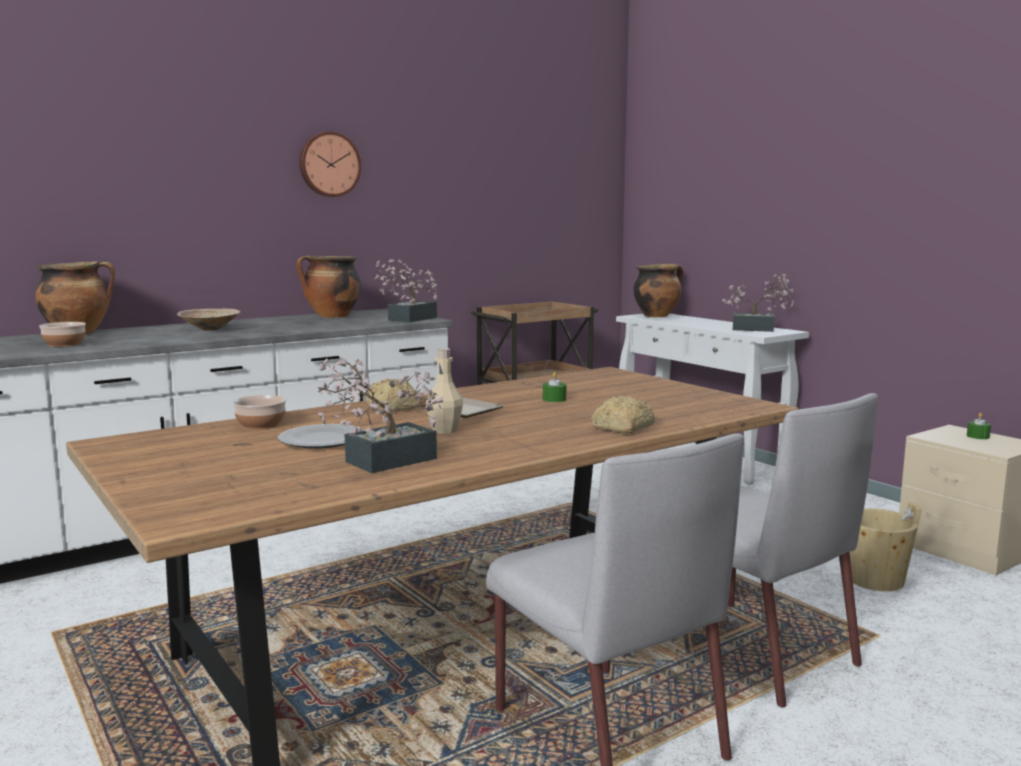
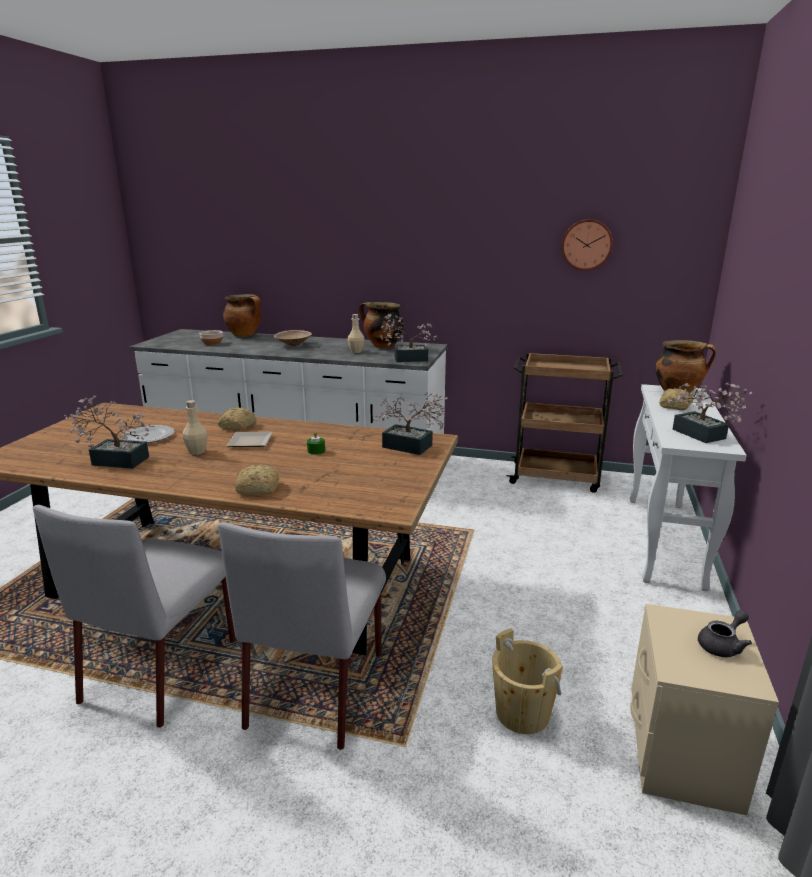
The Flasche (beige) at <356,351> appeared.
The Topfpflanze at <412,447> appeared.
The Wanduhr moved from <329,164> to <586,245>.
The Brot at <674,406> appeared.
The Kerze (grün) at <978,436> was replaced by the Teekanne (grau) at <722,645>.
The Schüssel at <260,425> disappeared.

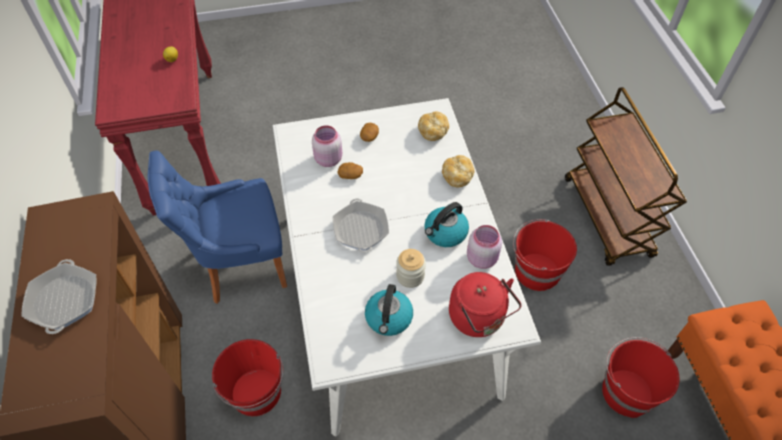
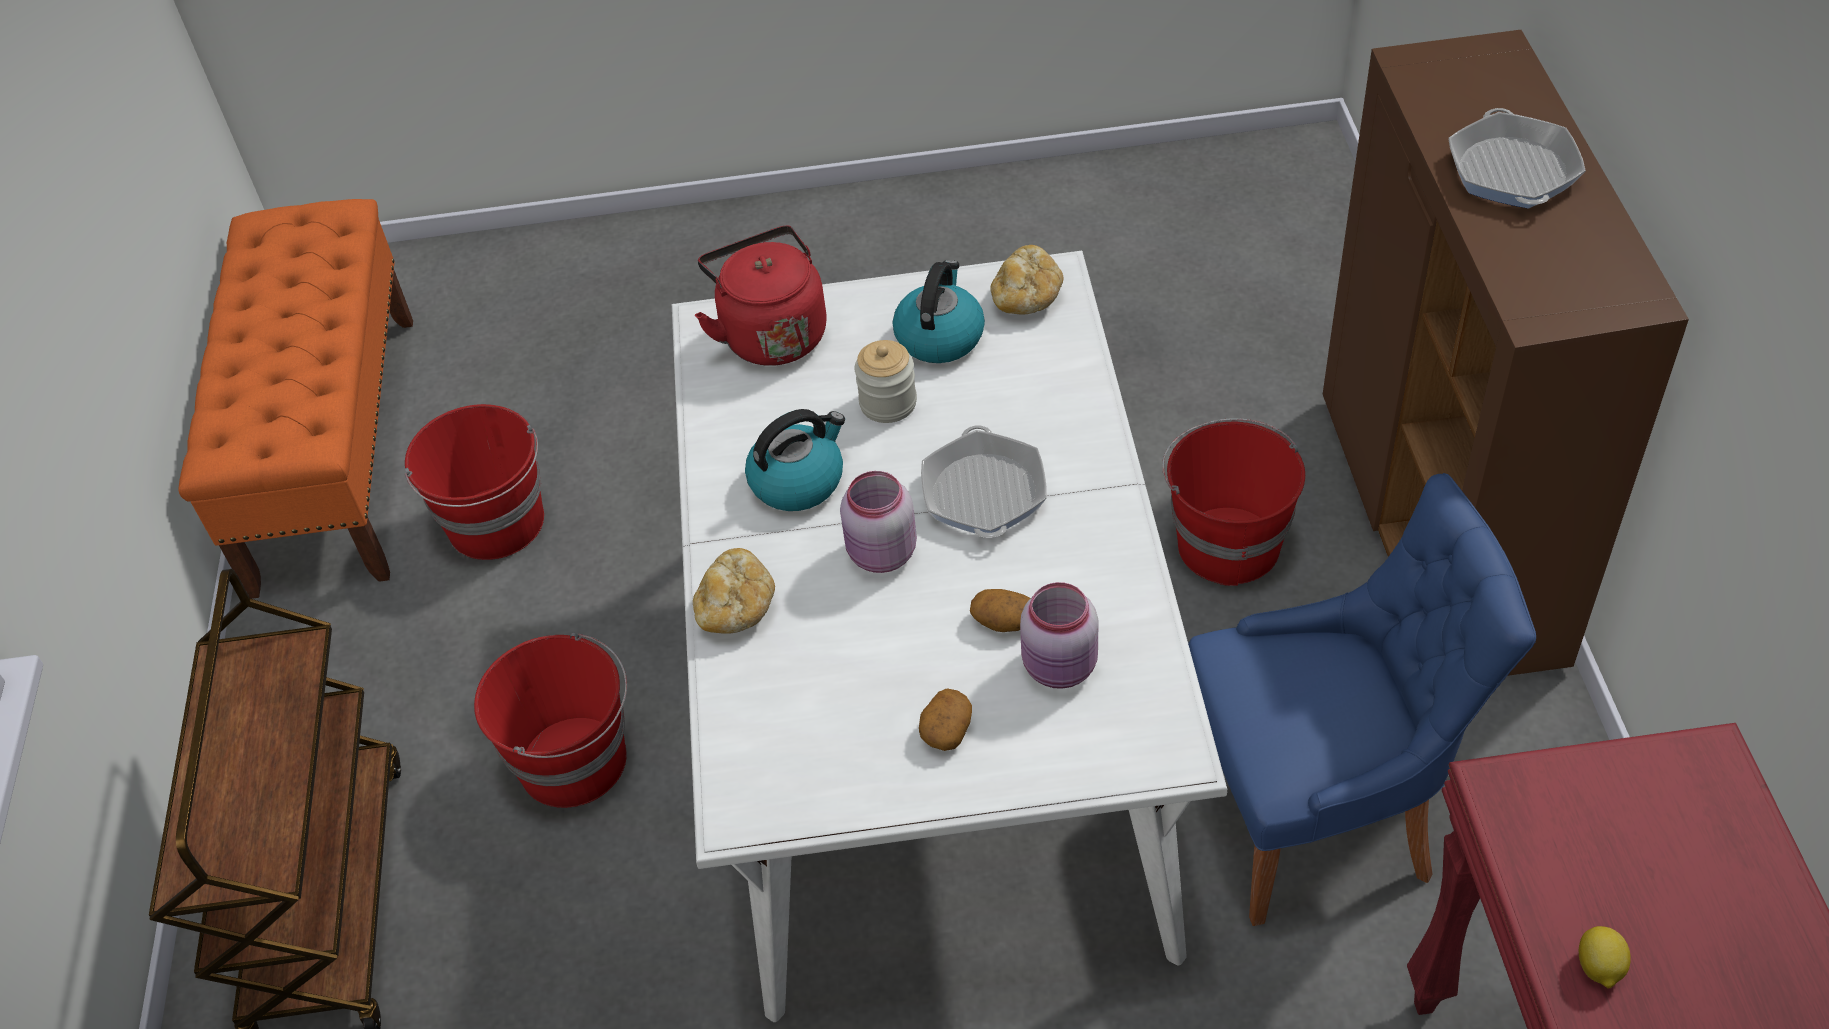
The Vorratsglas (rosa) moved from <482,258> to <881,555>.
The Brot moved from <433,131> to <1026,298>.

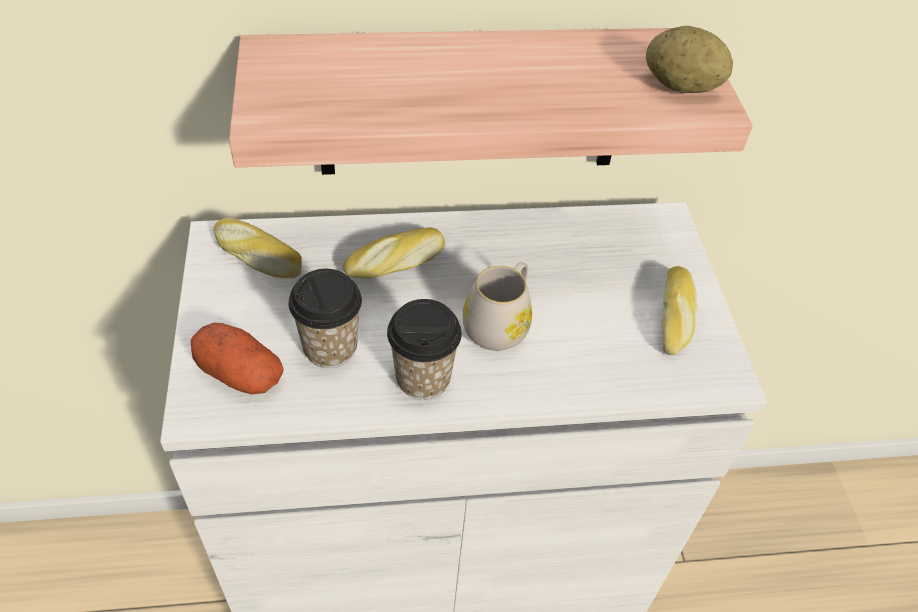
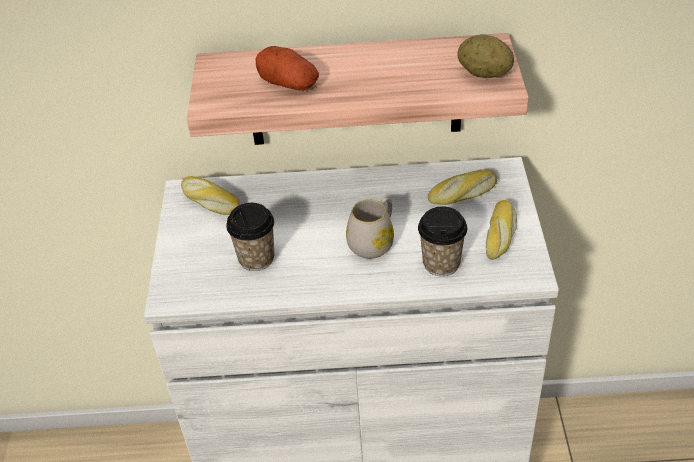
The Kartoffel moved from <240,373> to <288,83>.
The Tasse moved from <423,378> to <441,263>.
The Brot moved from <396,263> to <463,194>.

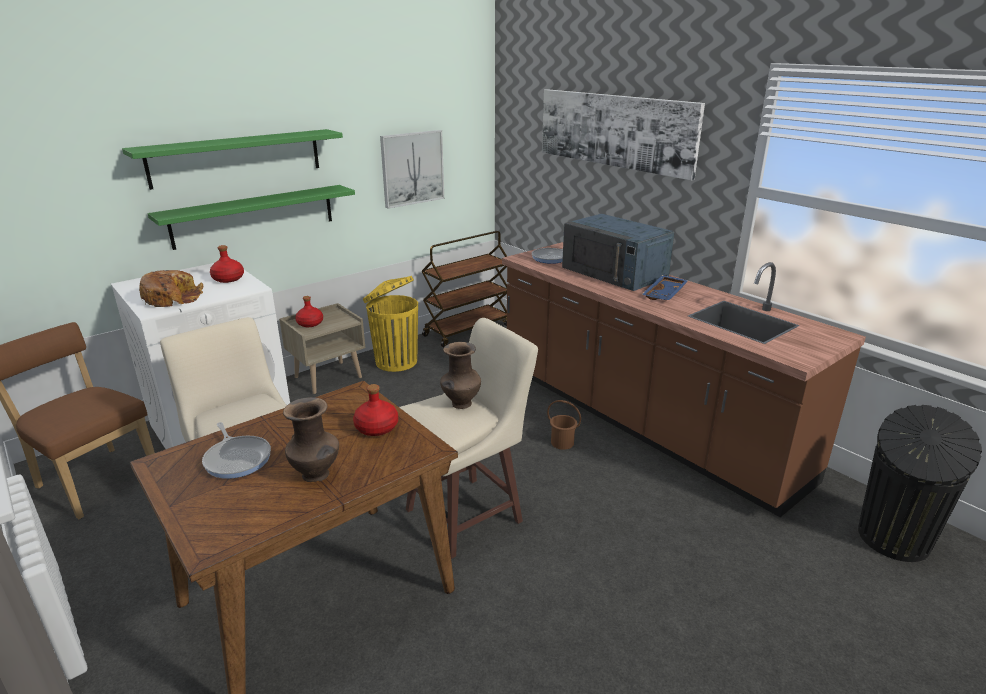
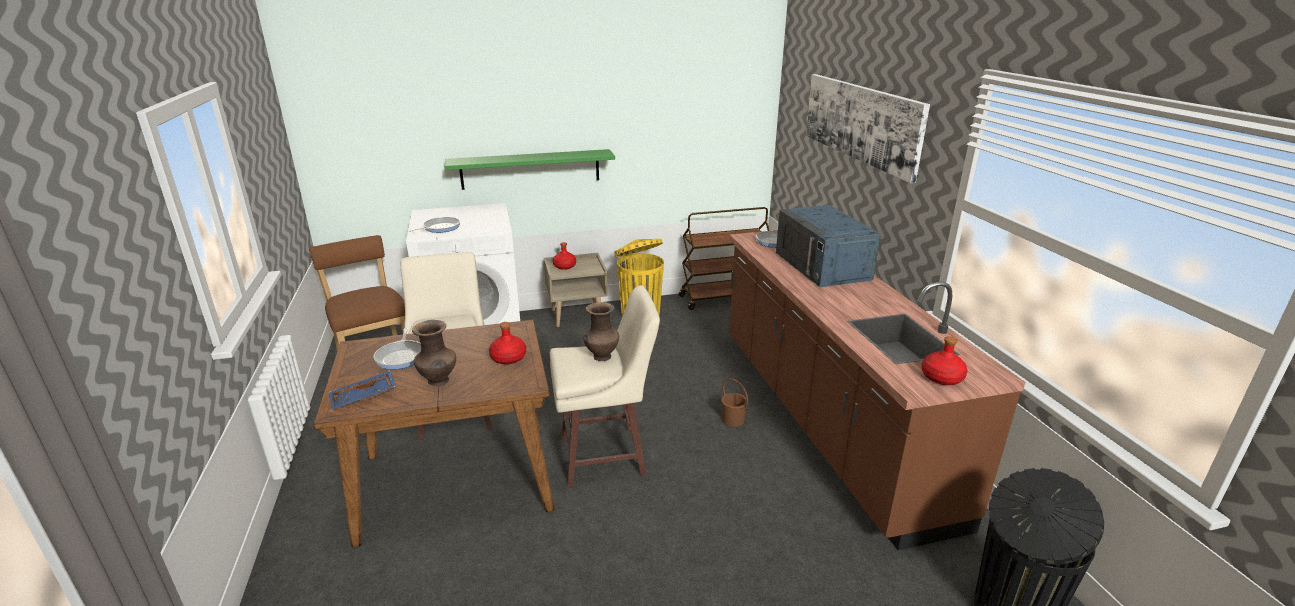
The Tablett (blau) moved from <665,294> to <364,397>.
The Brot at <172,298> was replaced by the Pfanne at <439,228>.
The Flasche (rot) moved from <228,279> to <941,377>.
The Wandregal (grün) at <237,158> disappeared.
The Bild at <412,168> disappeared.

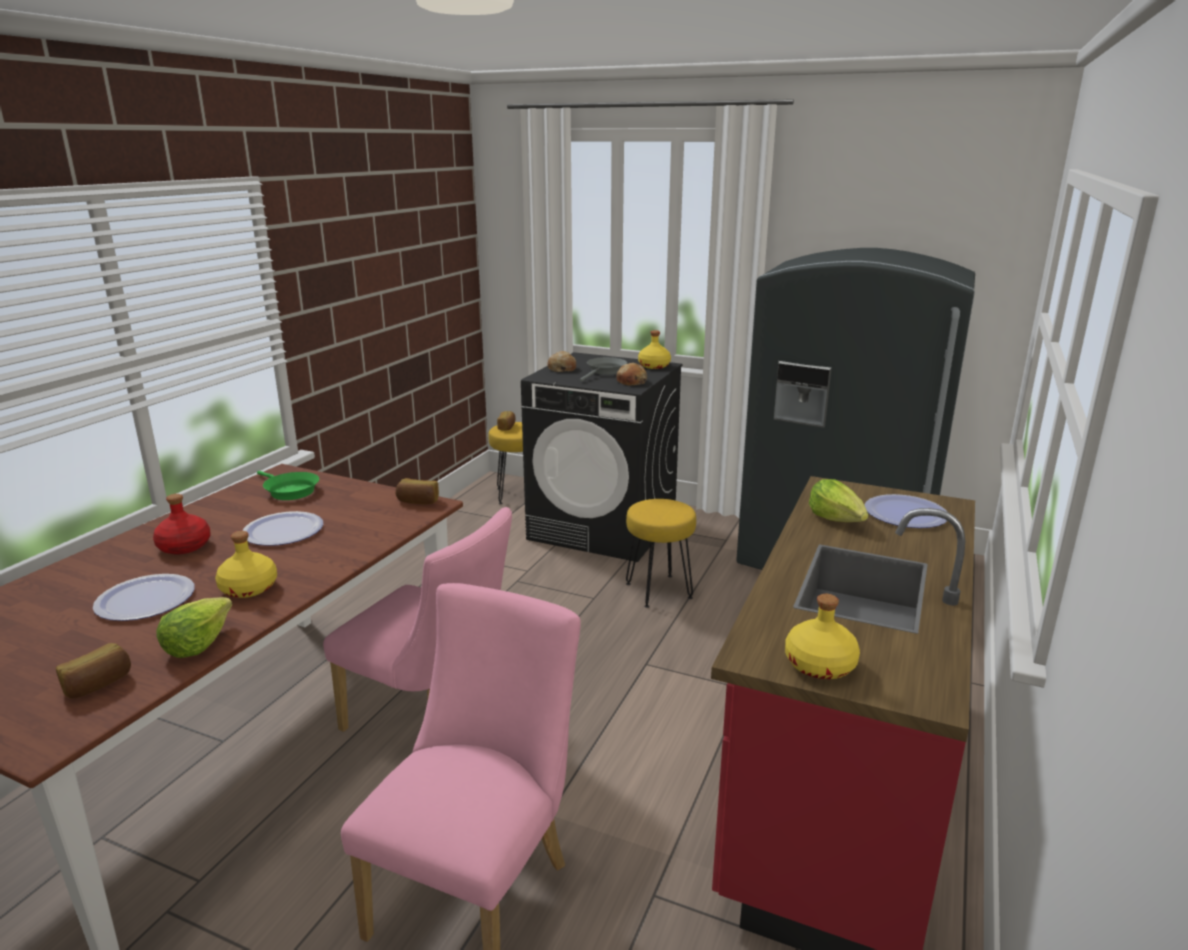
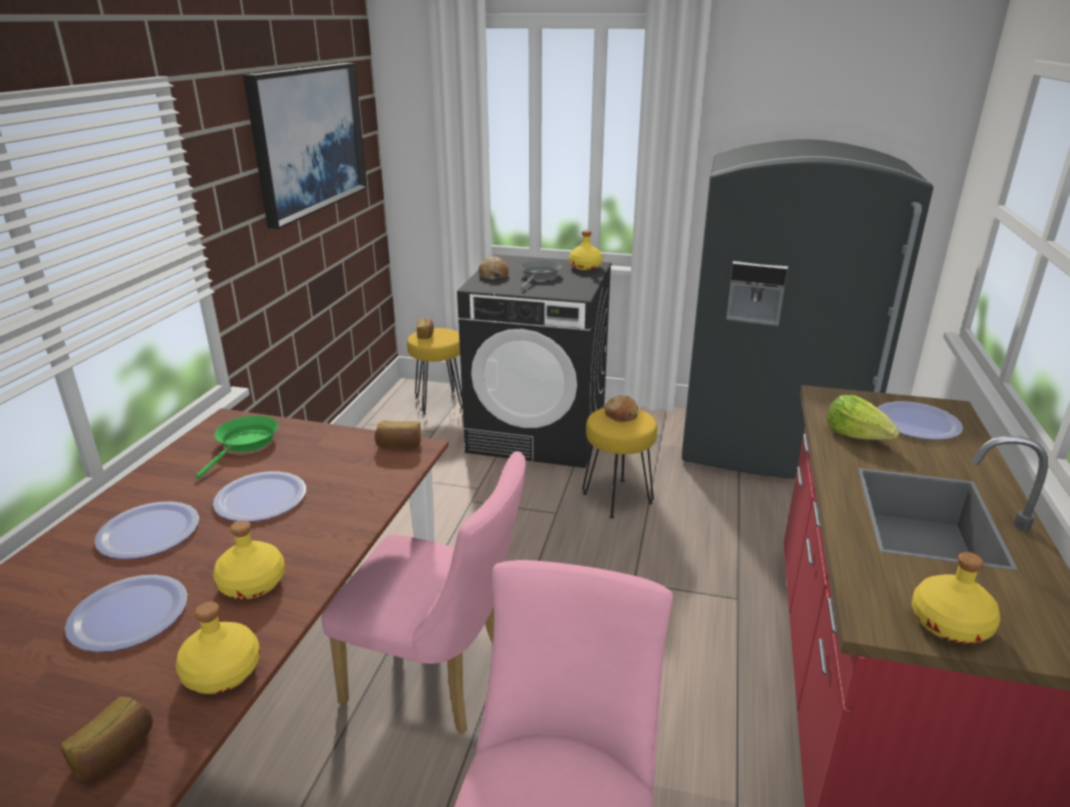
The Flasche (rot) at <184,546> was replaced by the Teller at <149,532>.
The Salatkopf at <197,643> was replaced by the Flasche (gelb) at <221,672>.
The Pfanne (grün) at <289,491> turned 105 degrees counterclockwise.
The Bild at <308,139> appeared.
The Brot moved from <631,381> to <621,415>.

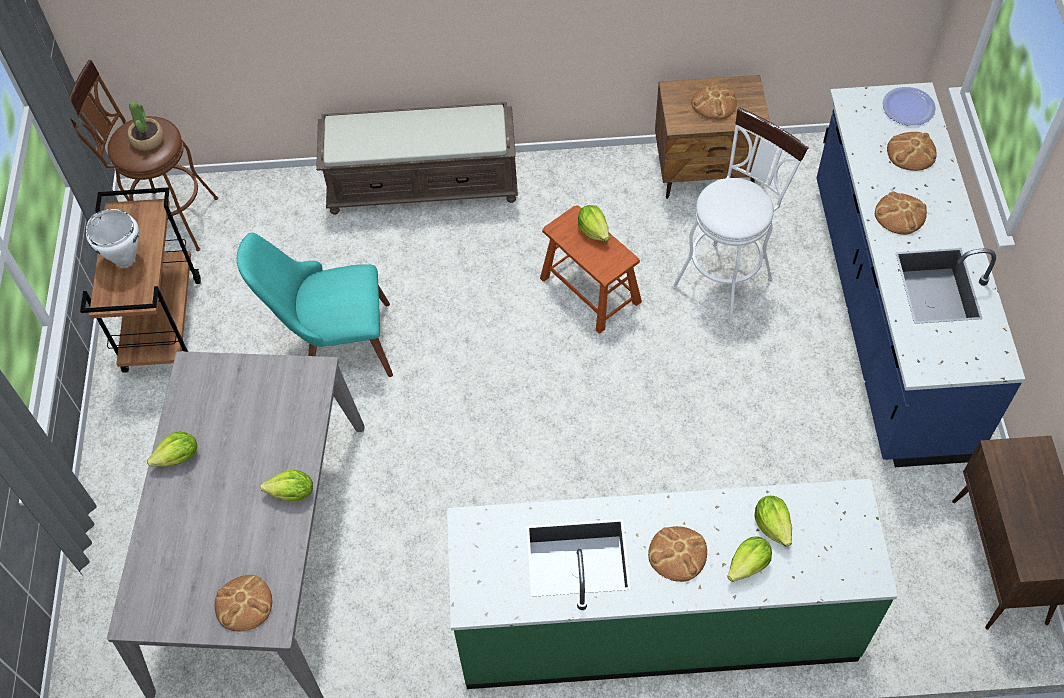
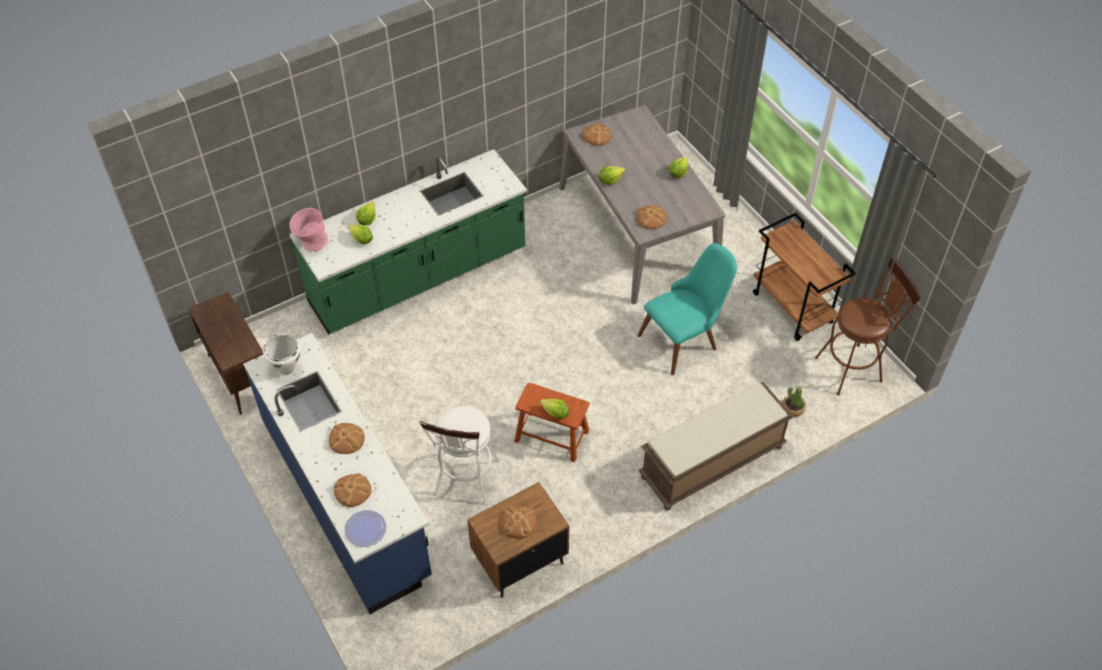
The Kochtopf (weiß) moved from <125,259> to <287,369>.
The Schüssel (rosa) at <311,243> appeared.
The Brot moved from <677,554> to <651,218>.
The Topfpflanze moved from <148,139> to <792,408>.

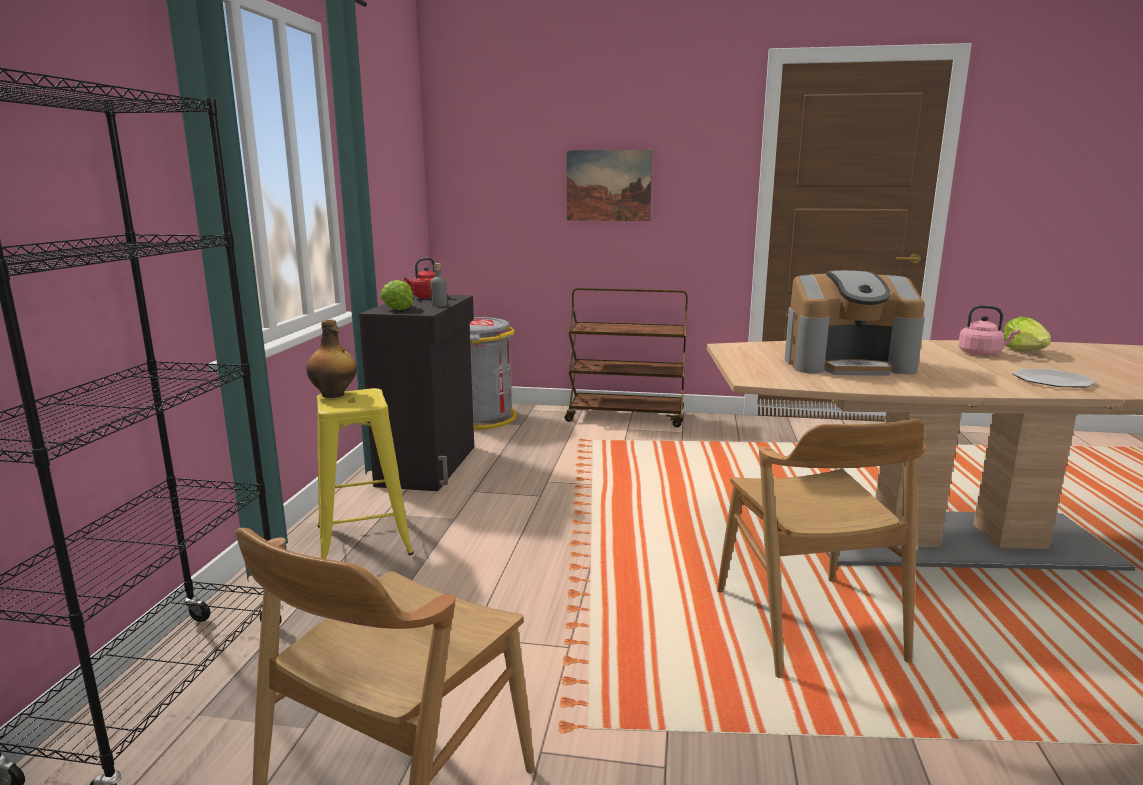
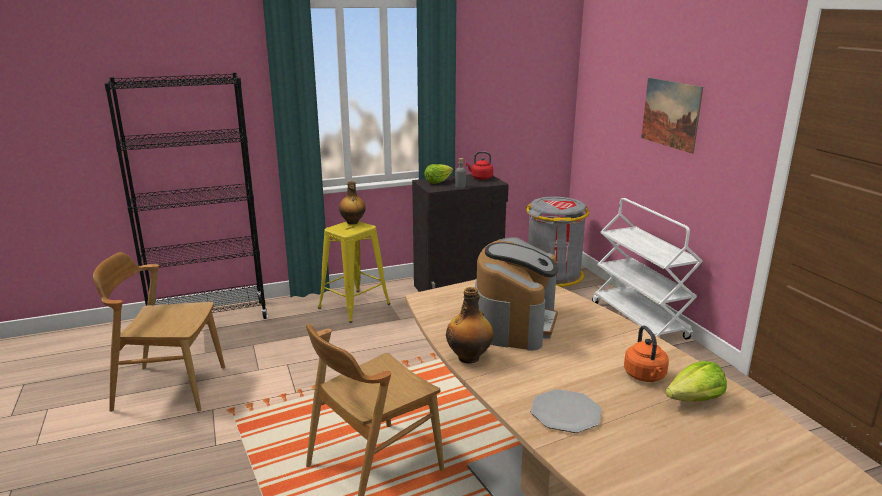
The Flasche at <469,357> appeared.
The Kaffeemaschine at <847,364> turned 135 degrees counterclockwise.
The Rollwagen (braun) at <626,417> became the Rollwagen (weiß) at <639,321>.
The Wasserkessel (rosa) at <981,353> became the Wasserkessel (orange) at <645,376>.

